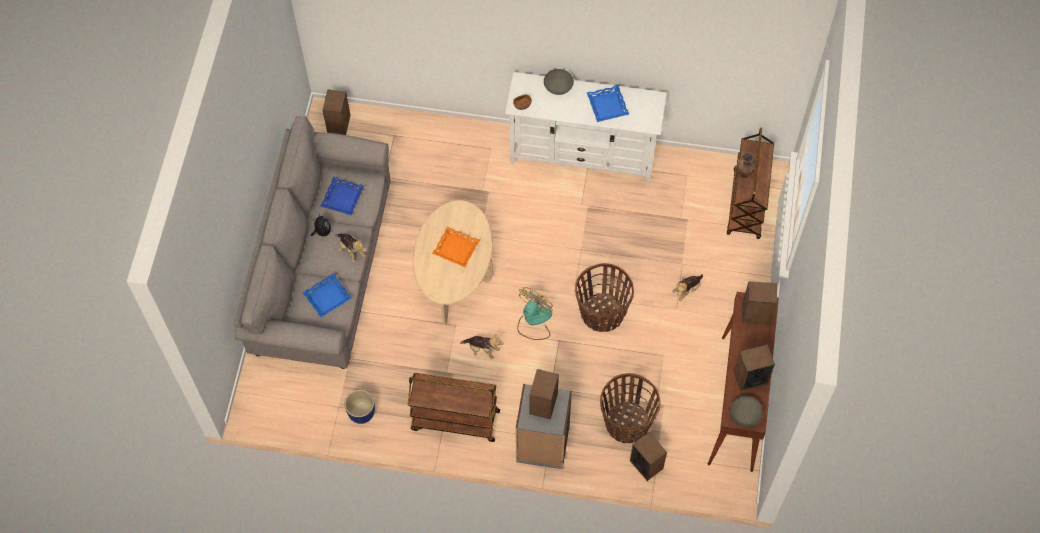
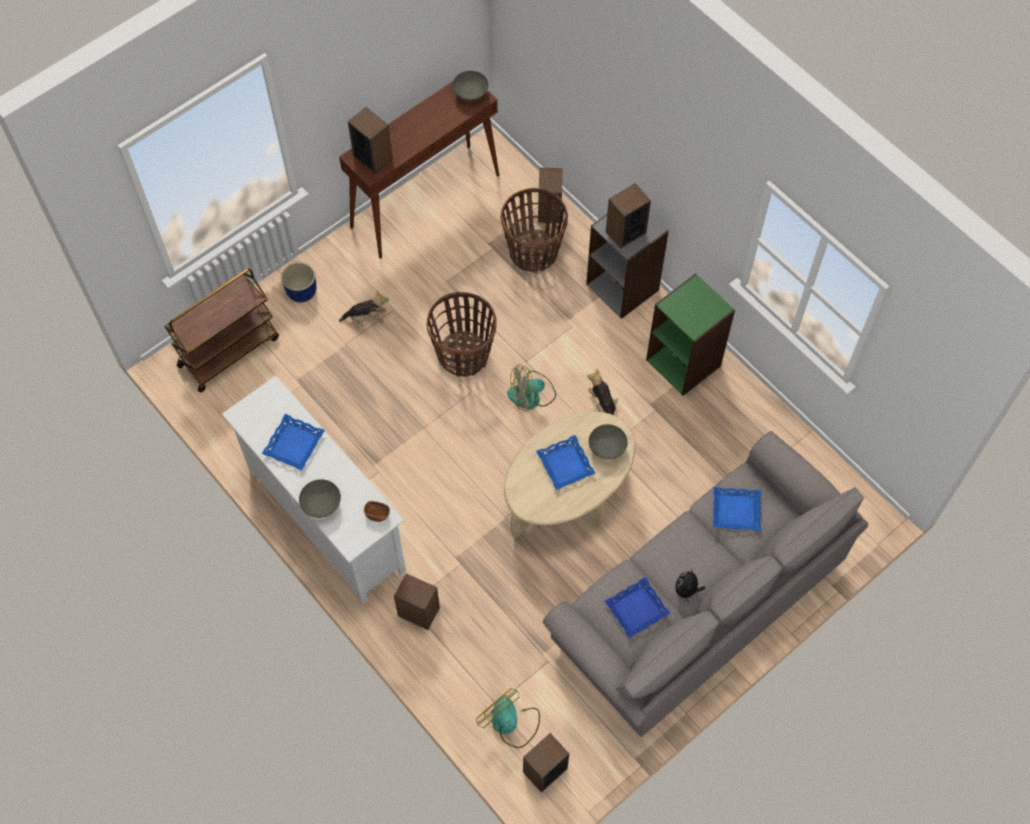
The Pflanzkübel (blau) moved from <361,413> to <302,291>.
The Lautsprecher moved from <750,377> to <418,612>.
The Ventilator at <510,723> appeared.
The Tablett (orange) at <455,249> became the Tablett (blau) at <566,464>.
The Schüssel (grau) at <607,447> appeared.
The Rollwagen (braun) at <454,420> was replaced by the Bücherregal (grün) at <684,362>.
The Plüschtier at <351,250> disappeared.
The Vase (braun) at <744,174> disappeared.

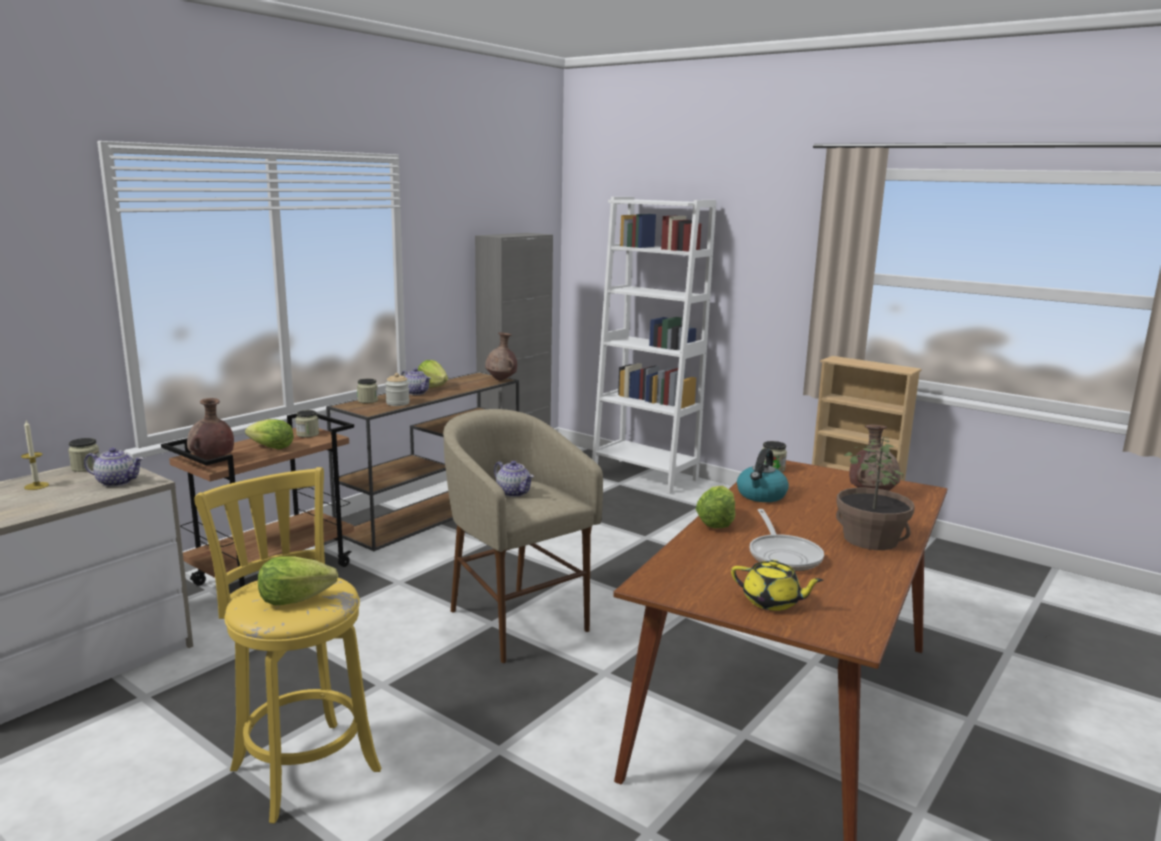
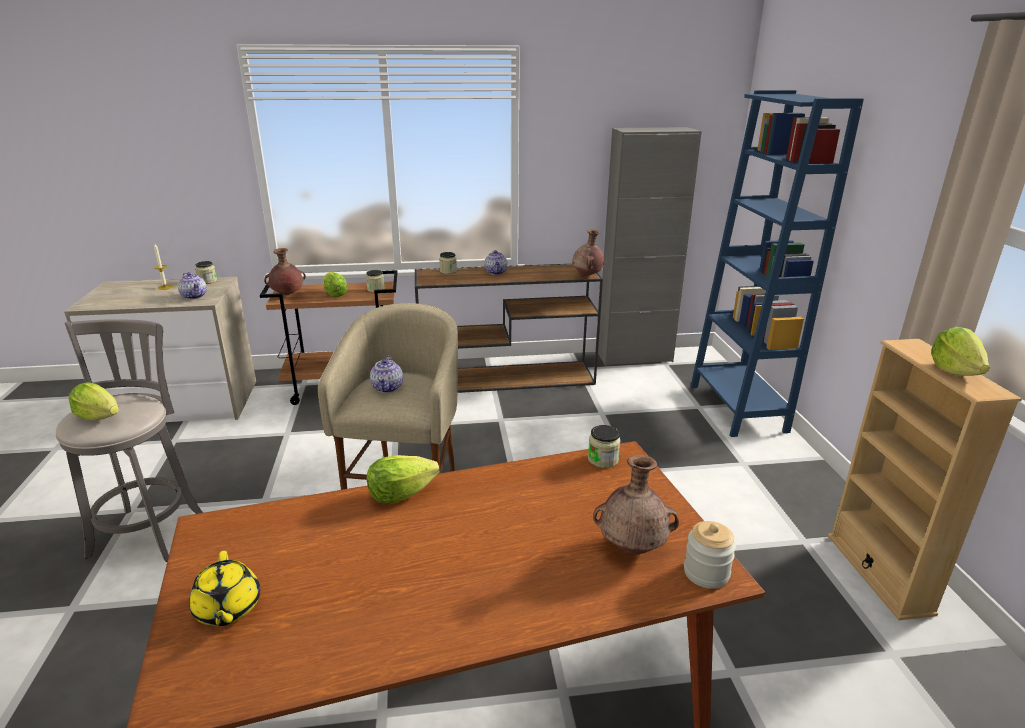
The Hocker (gelb) at <302,765> became the Hocker (grau) at <150,530>.
The Vorratsglas moved from <397,403> to <706,573>.
The Bücherregal (weiß) at <644,476> became the Bücherregal (blau) at <737,408>.
The Salatkopf moved from <433,386> to <955,371>.
The Wasserkessel at <761,495> disappeared.
The Pfanne at <783,555> disappeared.
The Topfpflanze at <871,539> disappeared.

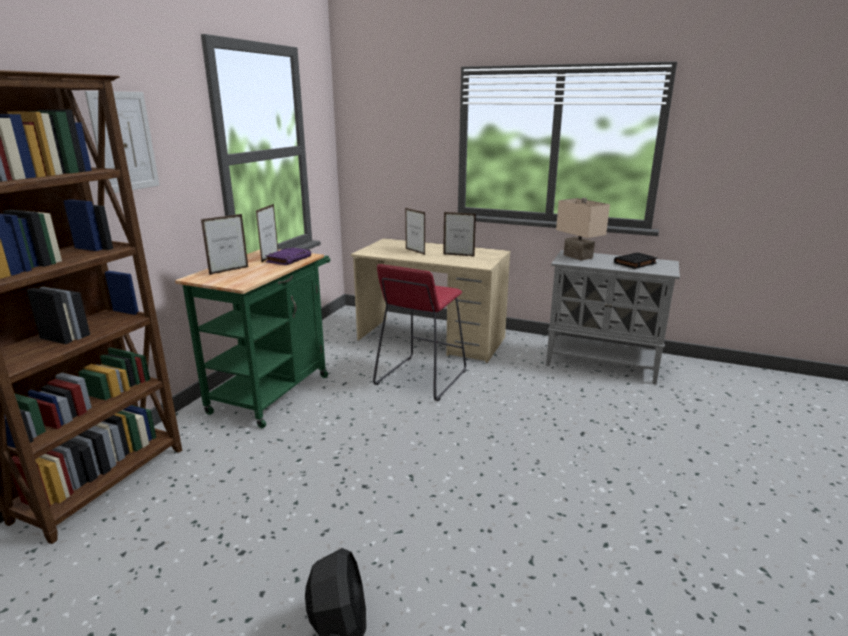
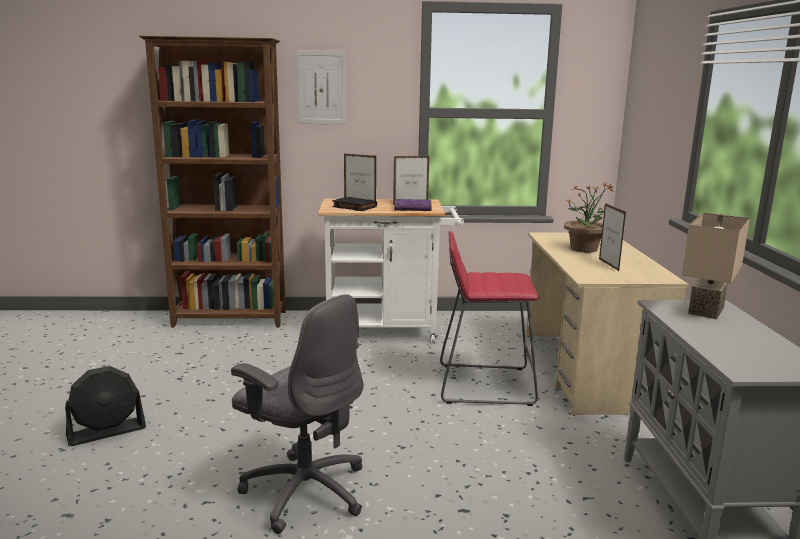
The Bürostuhl (grau) at <304,490> appeared.
The Rollwagen (grün) at <274,390> became the Rollwagen (weiß) at <389,330>.
The Buch (schwarz) moved from <635,263> to <354,207>.
The Bilderrahmen at <415,251> was replaced by the Topfpflanze at <584,249>.

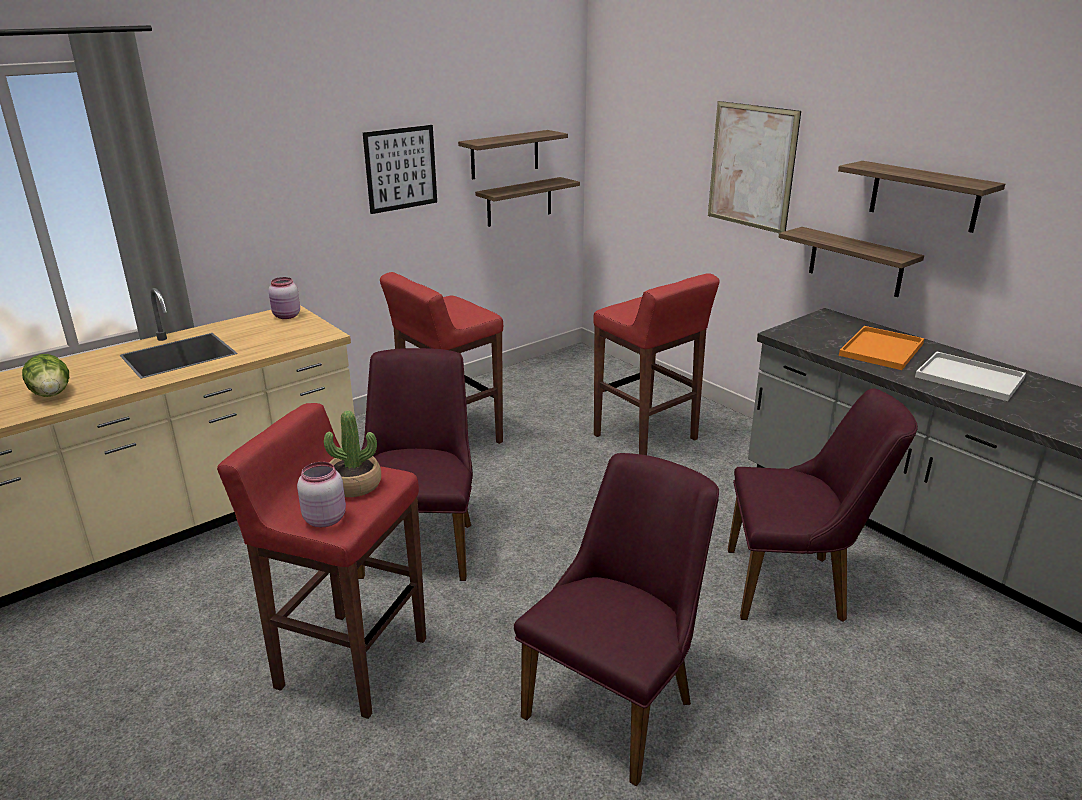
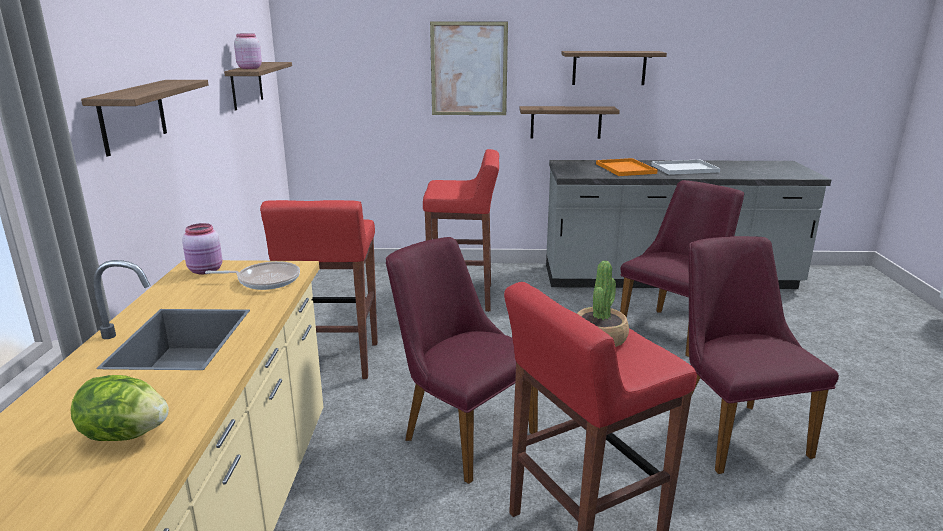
The Wandregal moved from <519,202> to <133,116>.
The Pfanne at <265,280> appeared.
The Vorratsglas (rosa) moved from <324,518> to <249,68>.
The Bild at <401,169> disappeared.

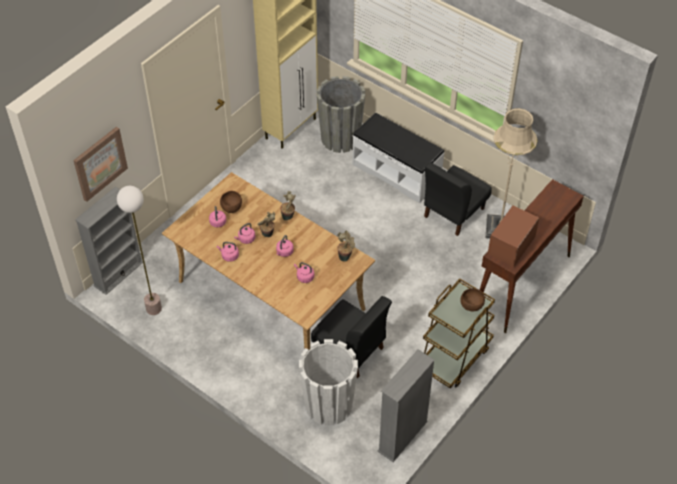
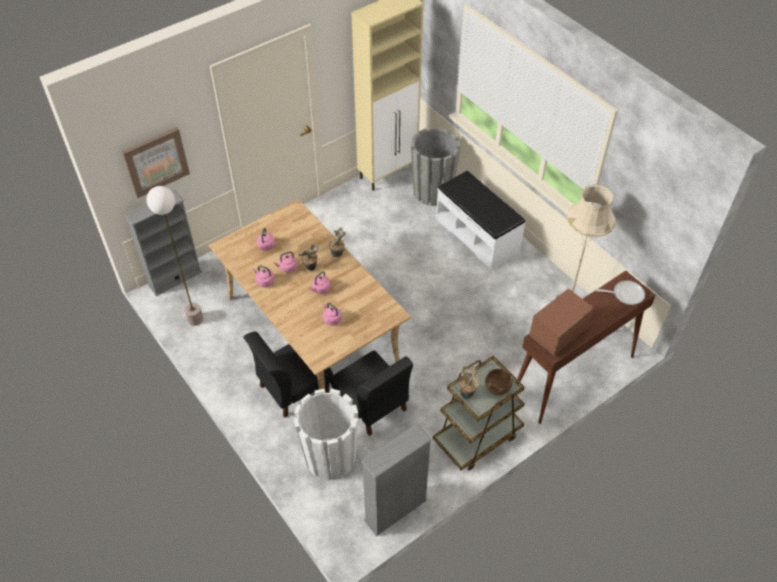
The Stuhl (schwarz) moved from <453,212> to <293,388>.
The Topfpflanze moved from <345,256> to <468,393>.
The Pfanne at <625,294> appeared.
The Schüssel (braun) at <231,208> disappeared.

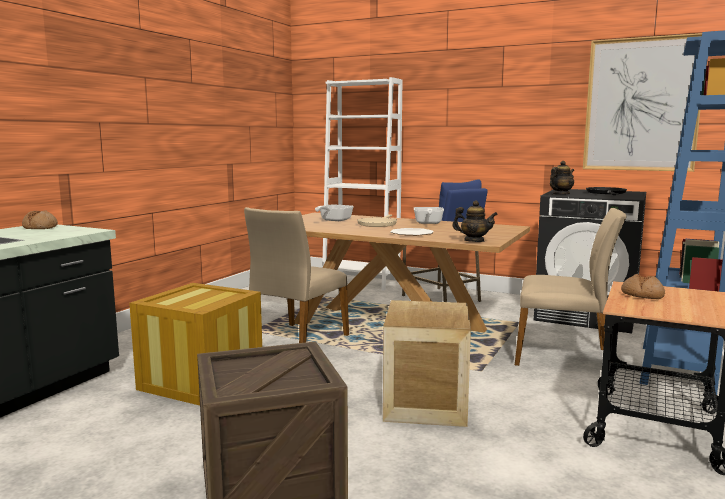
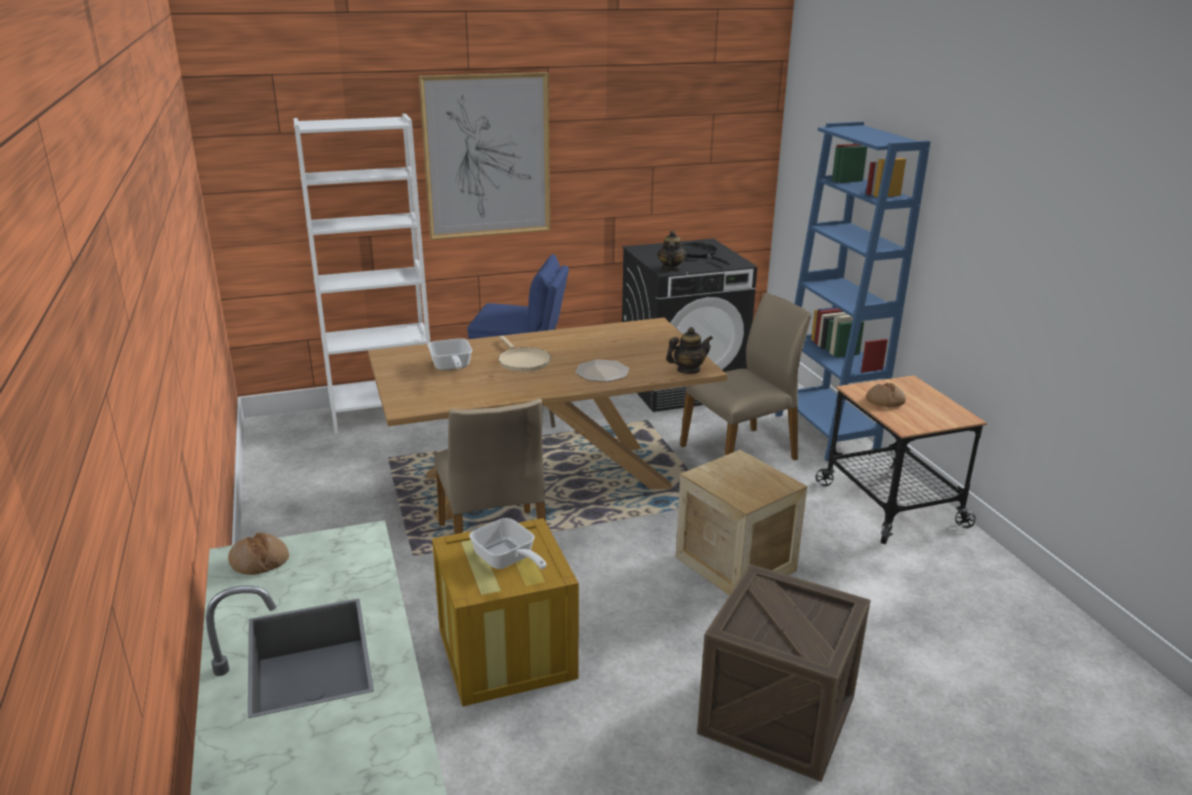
The Bild moved from <641,105> to <487,156>.
The Pfanne moved from <427,223> to <507,561>.

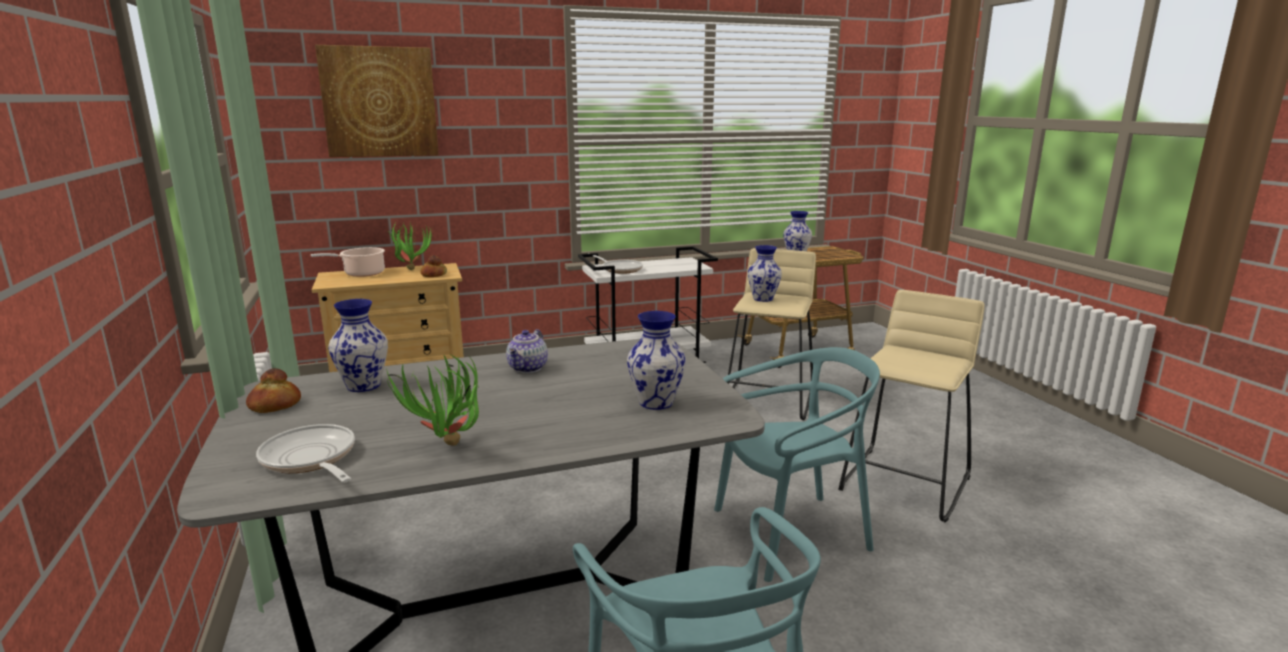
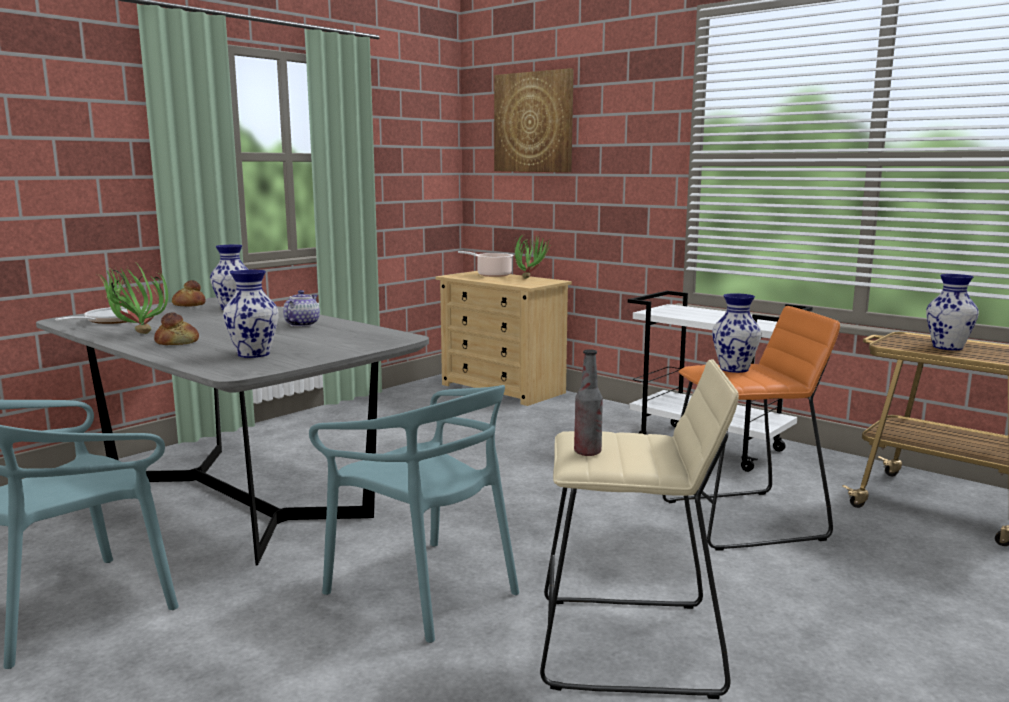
The Brot moved from <433,274> to <177,342>.
The Teekanne at <528,368> turned 120 degrees clockwise.
The Flasche at <587,452> appeared.
The Hocker (beige) at <769,399> became the Hocker (orange) at <743,520>.
The Pfanne at <620,269> disappeared.

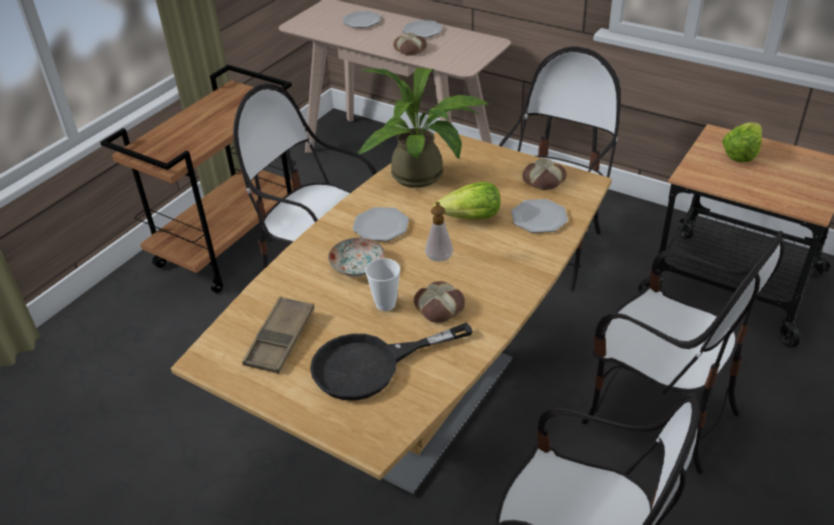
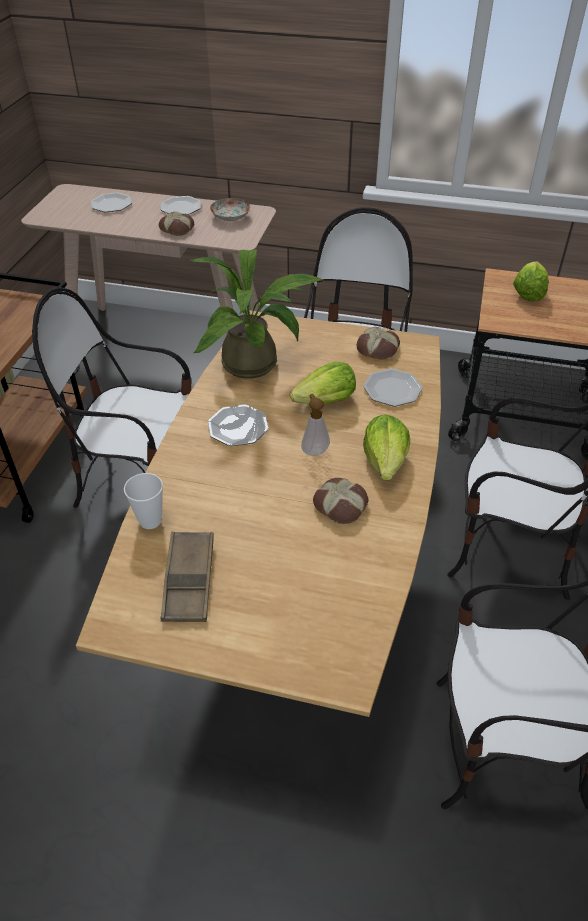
The Tasse moved from <385,304> to <150,520>.
The Teller moved from <358,266> to <231,217>.
The Salatkopf at <385,461> appeared.
The Pfanne (schwarz) at <371,365> disappeared.

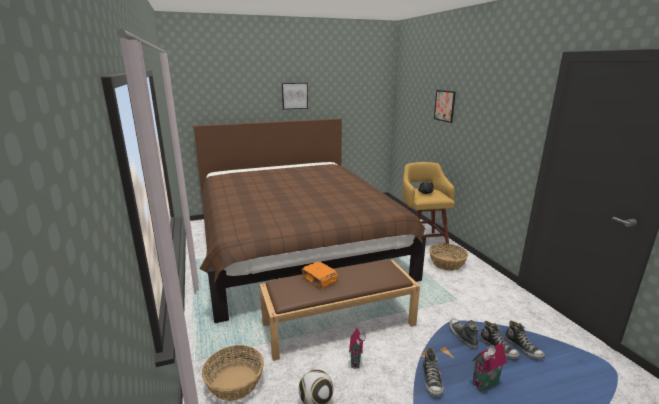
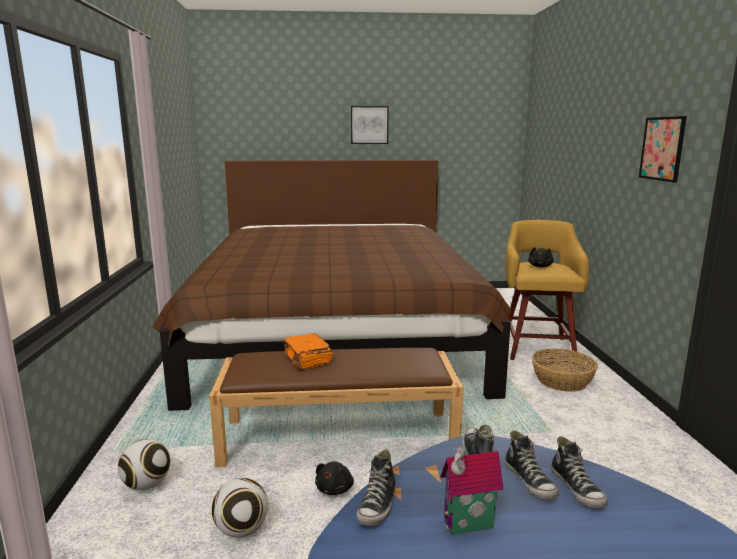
The Korb at <234,383> was replaced by the Fußball at <146,485>.
The Spielzeughaus at <357,361> was replaced by the Plüschtier (schwarz) at <335,489>.
The Bild moved from <444,106> to <662,148>.

